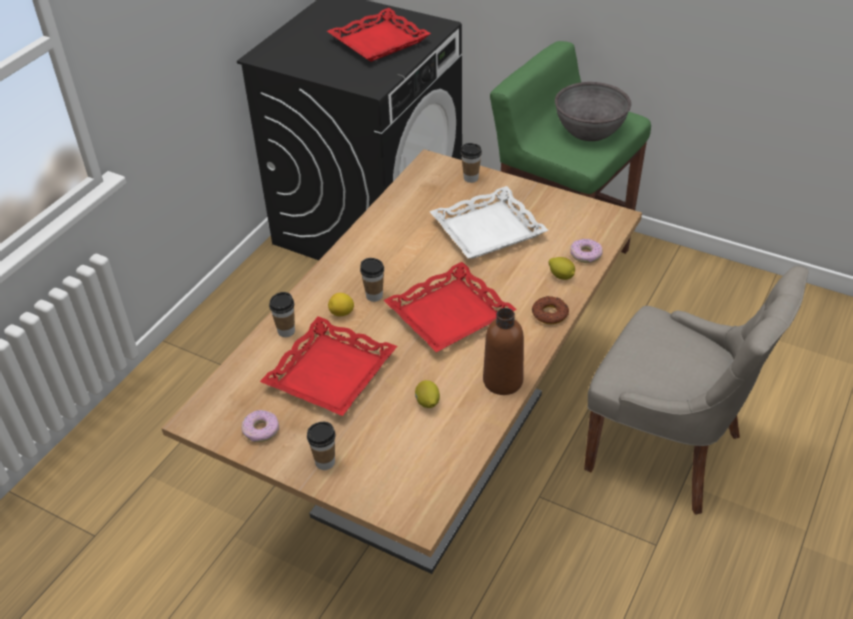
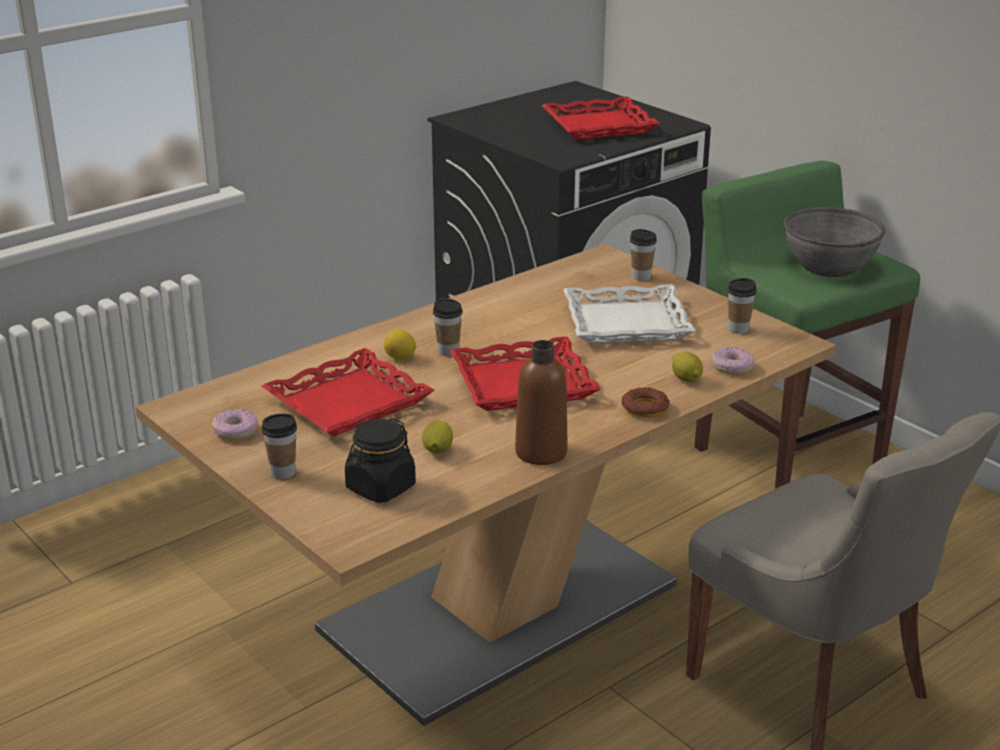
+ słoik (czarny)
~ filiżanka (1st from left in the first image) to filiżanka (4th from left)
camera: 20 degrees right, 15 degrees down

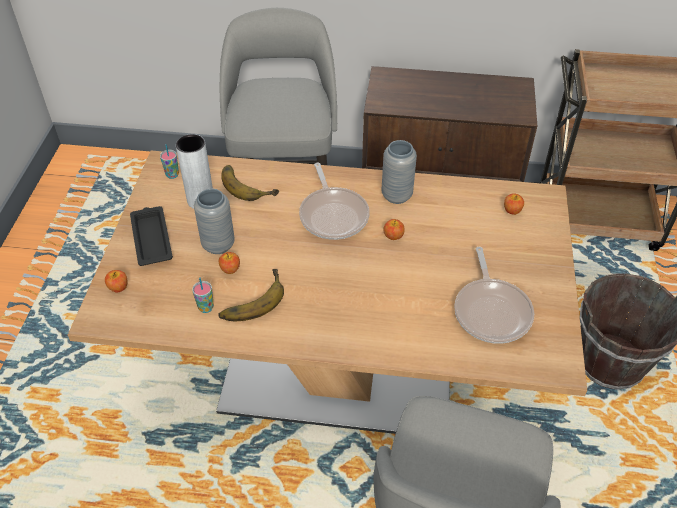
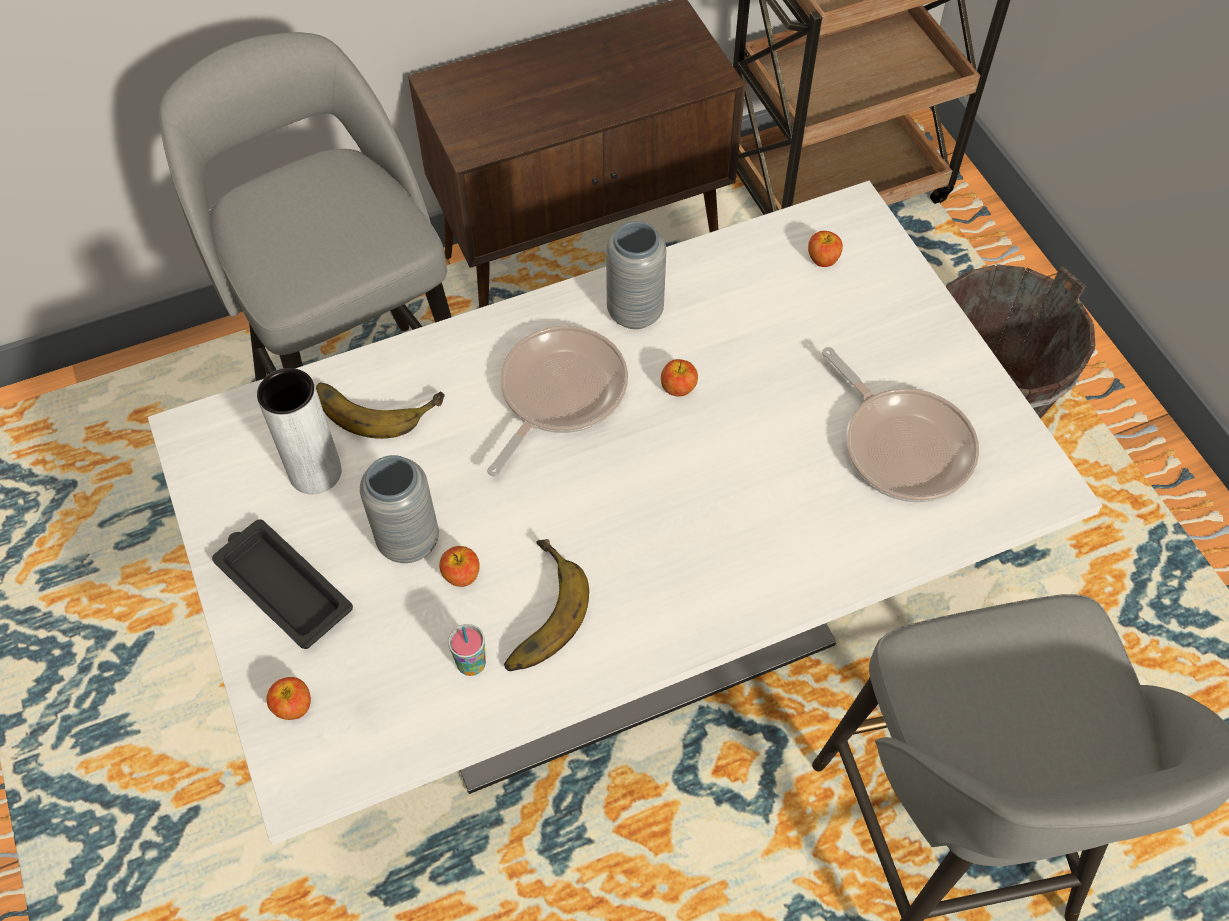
- filiżanka (1st from left)
~ stół jadalny (brązowy) to stół jadalny (biały)
~ patelnia (1st from left) 105 degrees counterclockwise
camera: 30 degrees left, 10 degrees up

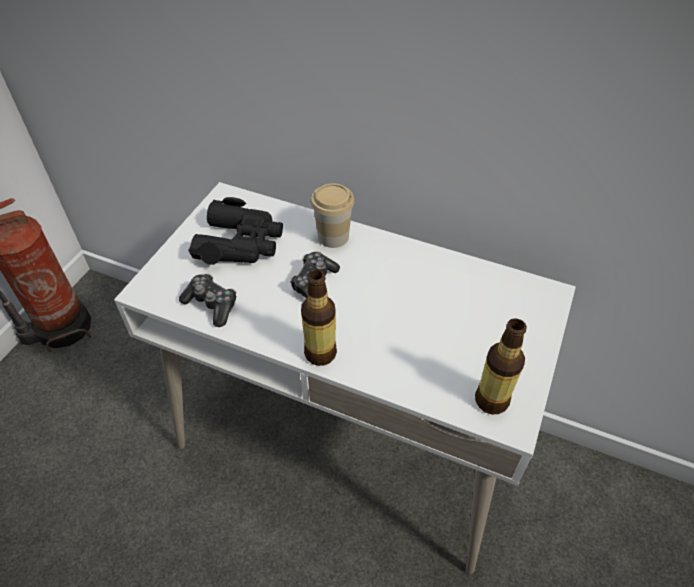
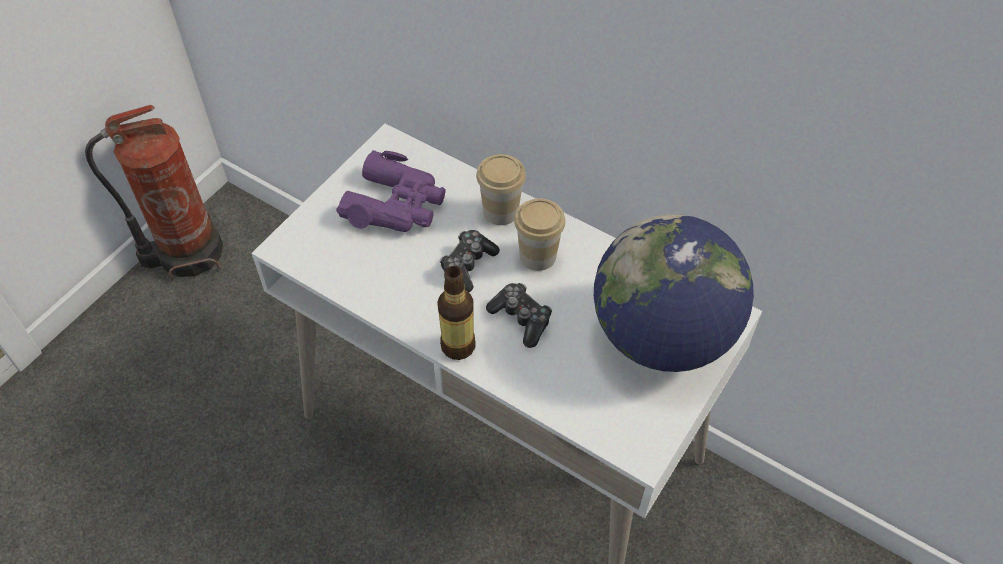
- butelka (2nd from left)
+ filiżanka (2nd from left)
+ globus
~ pad do gier (1st from left in the first image) to pad do gier (2nd from left)
~ lornetka (czarny) to lornetka (fioletowy)
camera: 10 degrees right, 5 degrees up

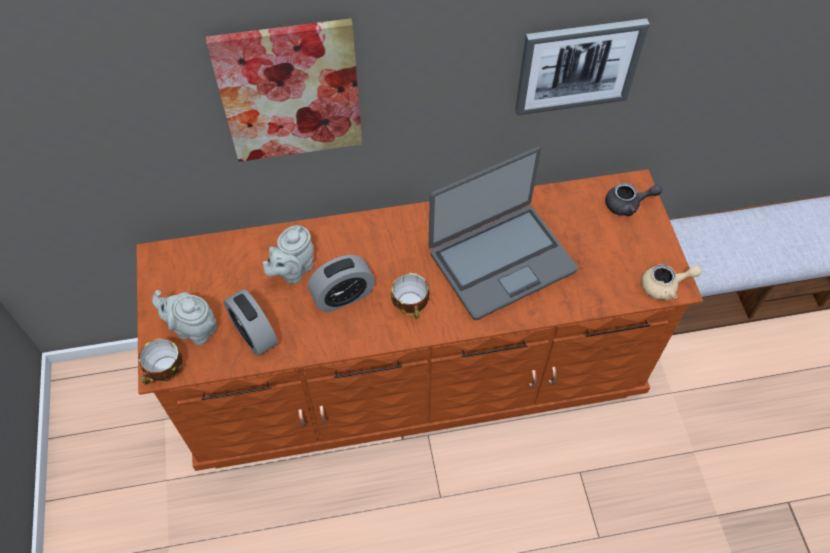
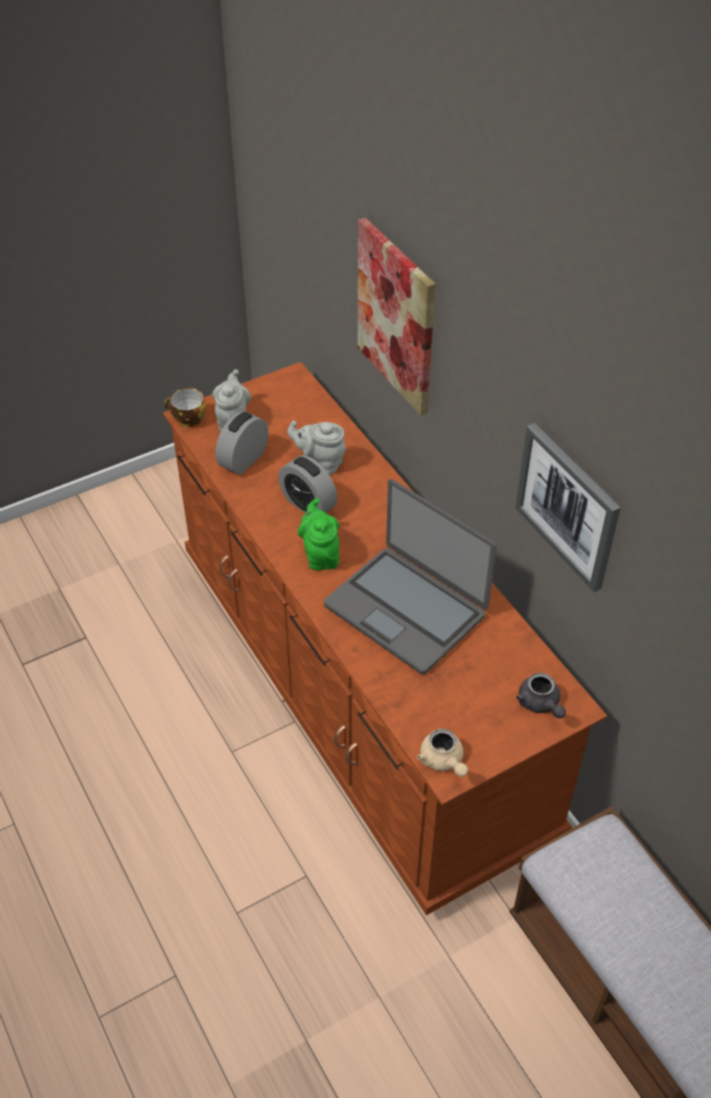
~ filiżanka (2nd from left) to imbryk (zielony)
camera: 70 degrees right, 10 degrees down

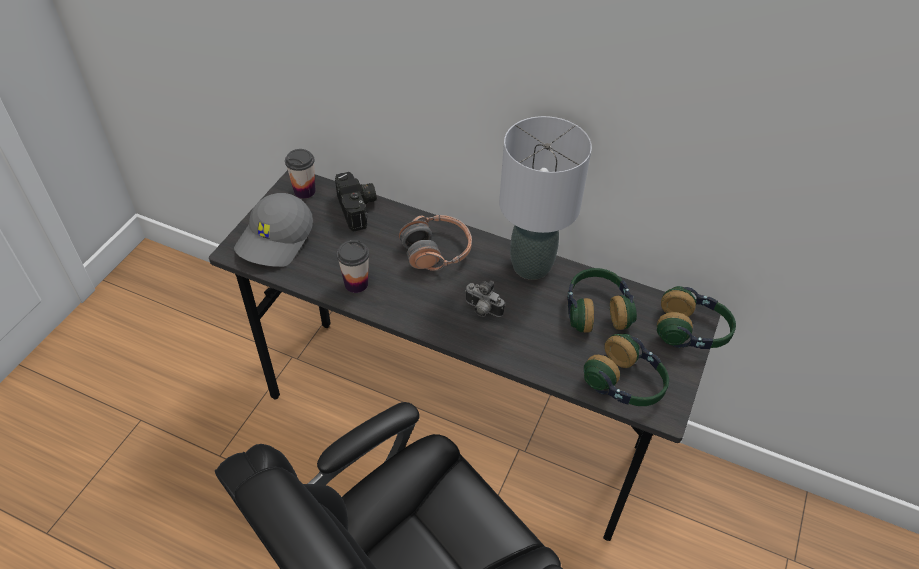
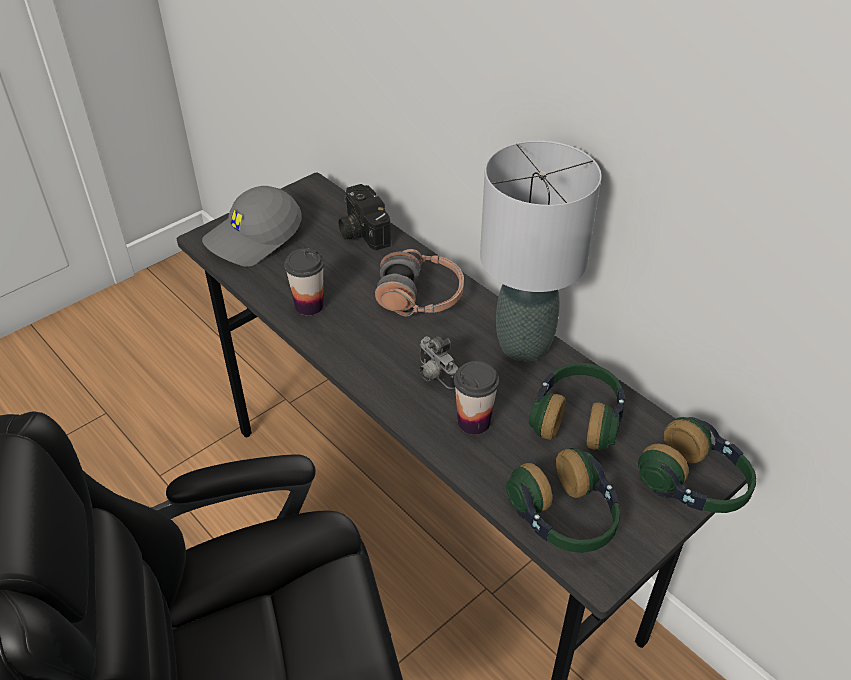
~ filiżanka (1st from left in the first image) to filiżanka (2nd from left)
~ aparat fotograficzny (1st from left) 150 degrees clockwise
camera: 25 degrees right, 5 degrees down

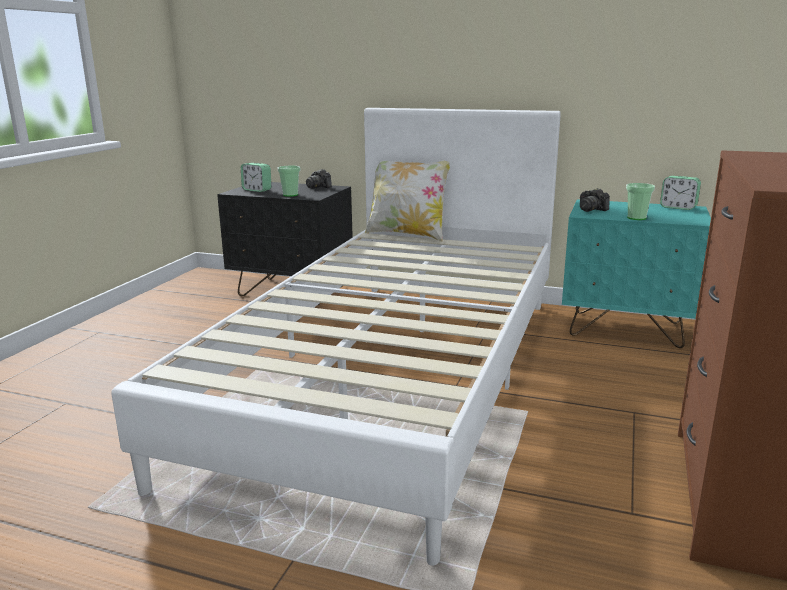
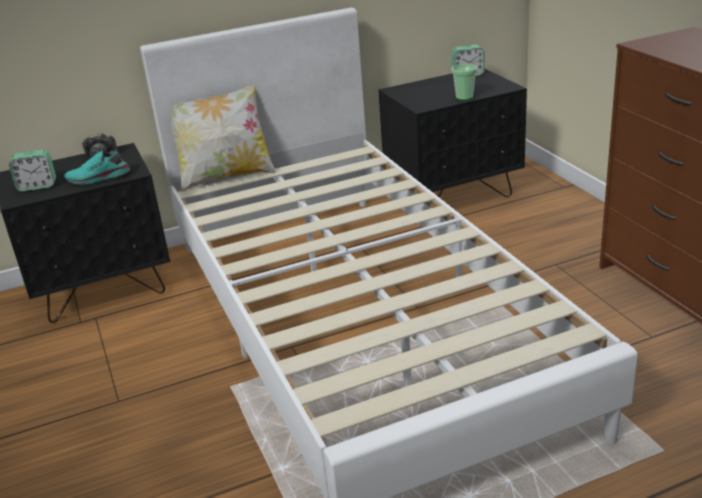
- aparat fotograficzny (2nd from left)
~ filiżanka (1st from left) to but (turkusowy)
~ szafka nocna (turkusowy) to szafka nocna (czarny) (2nd from left)
camera: 40 degrees left, 10 degrees up

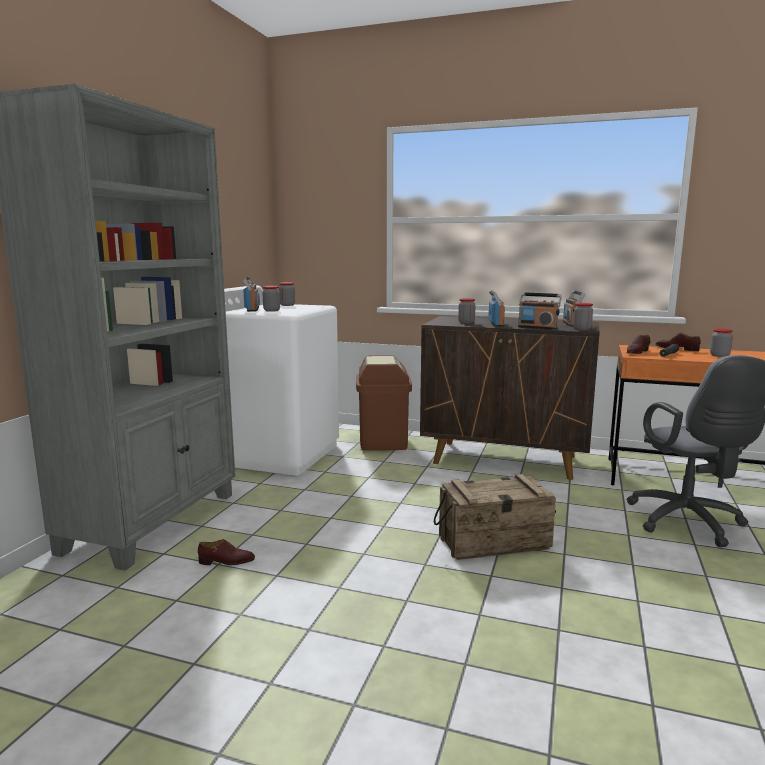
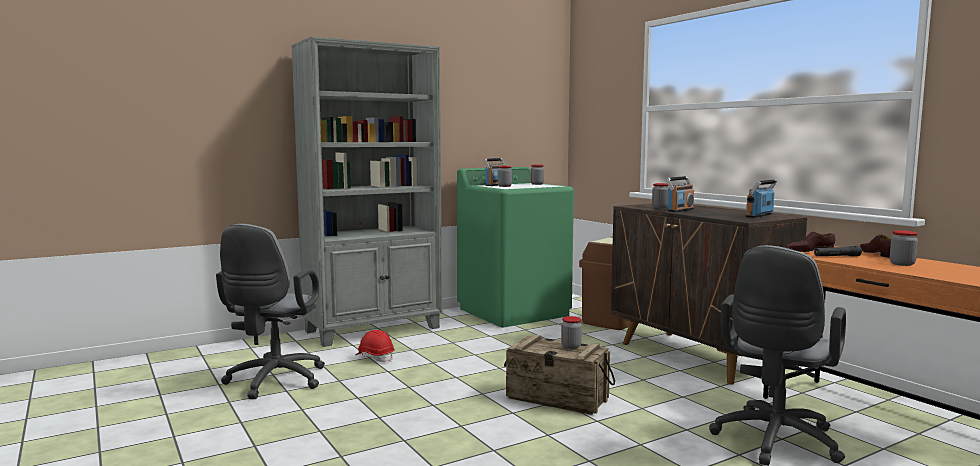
- radio (3rd from left)
+ krzesło biurowe (szary) (1st from left)
~ słoik (4th from left in the first image) to słoik (3rd from left)
~ but (brązowy) (1st from left) to kask (czerwony)
~ pralka (biały) to pralka (zielony)
camera: 40 degrees right, 5 degrees down

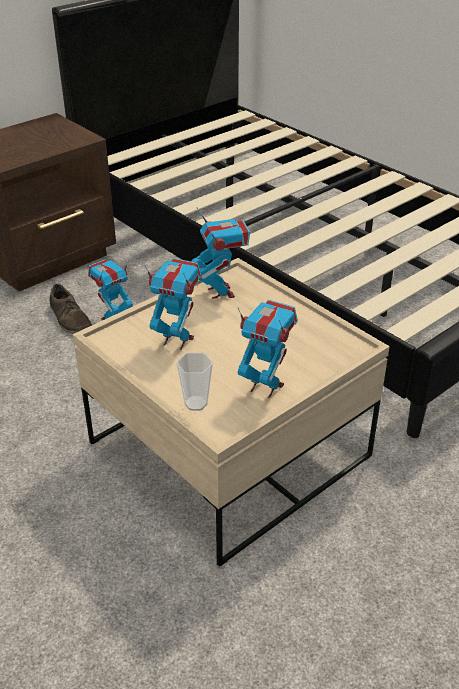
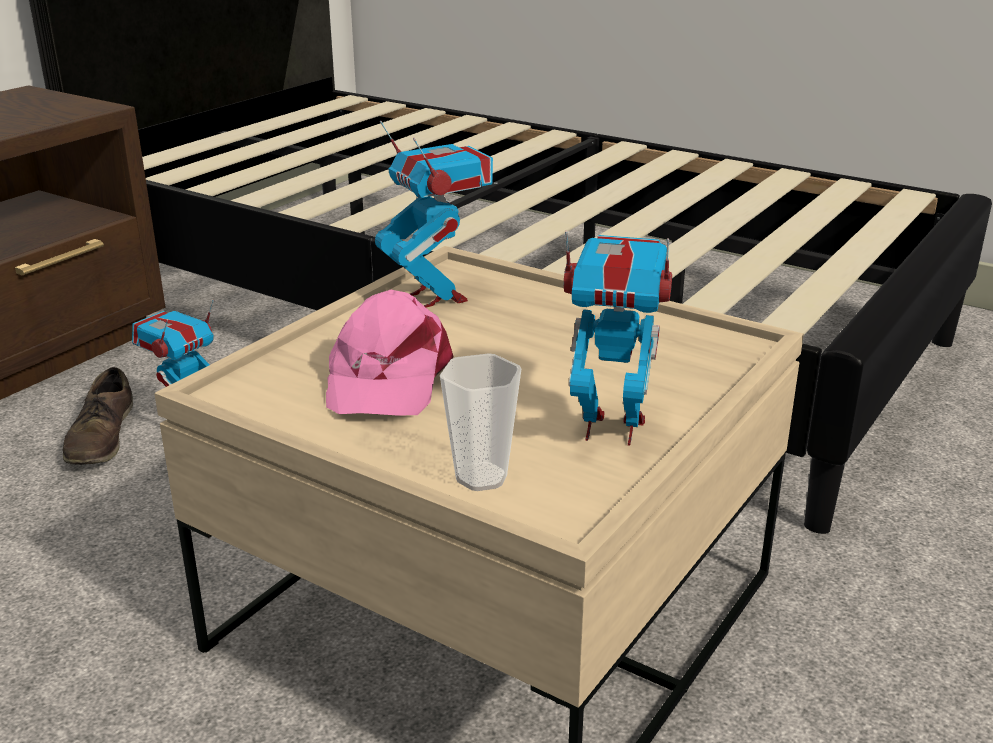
~ robot zabawkowy (2nd from left) to czapka z daszkiem (różowy)
~ but (brązowy) 45 degrees clockwise
camera: 15 degrees left, 10 degrees down

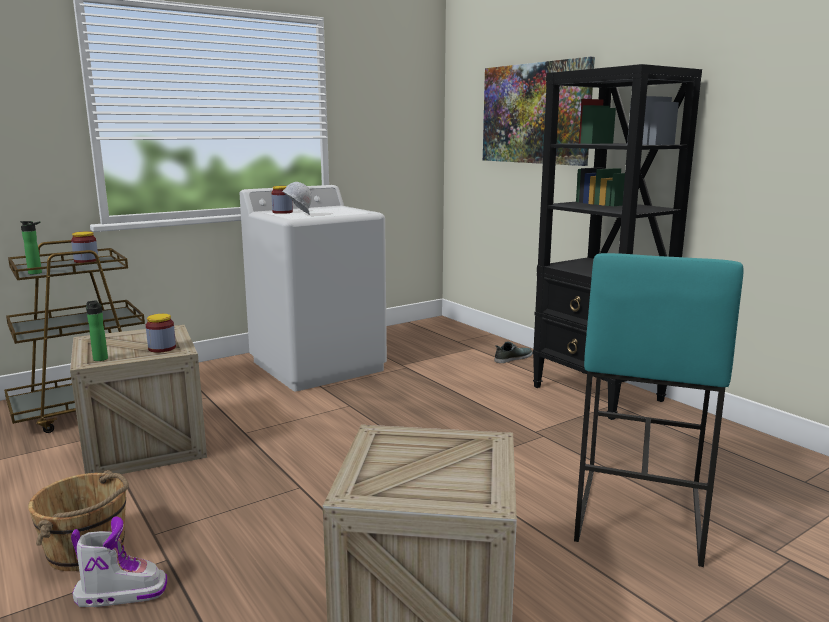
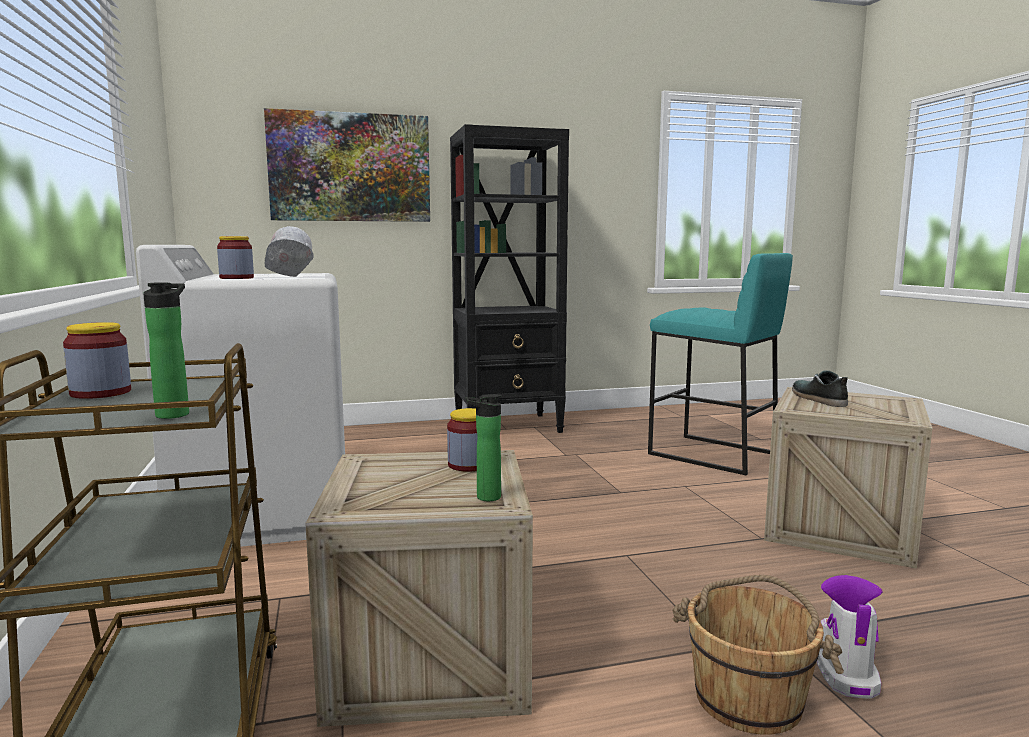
~ but
camera: 70 degrees left, 5 degrees down

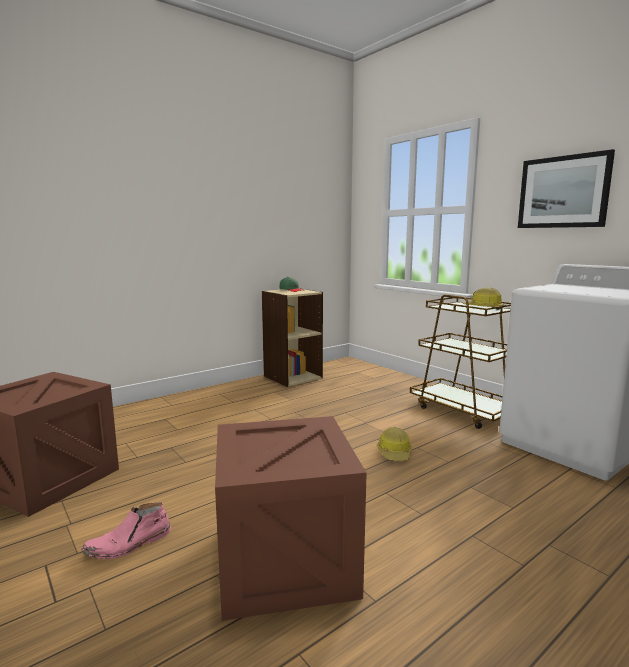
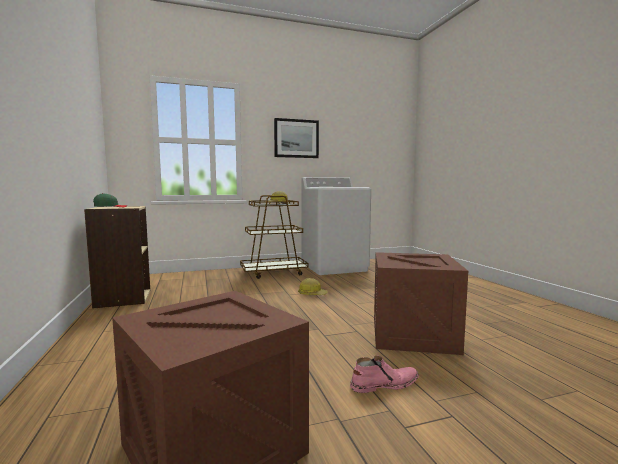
~ but z cholewką (różowy) 90 degrees counterclockwise
camera: 70 degrees left, 5 degrees down

